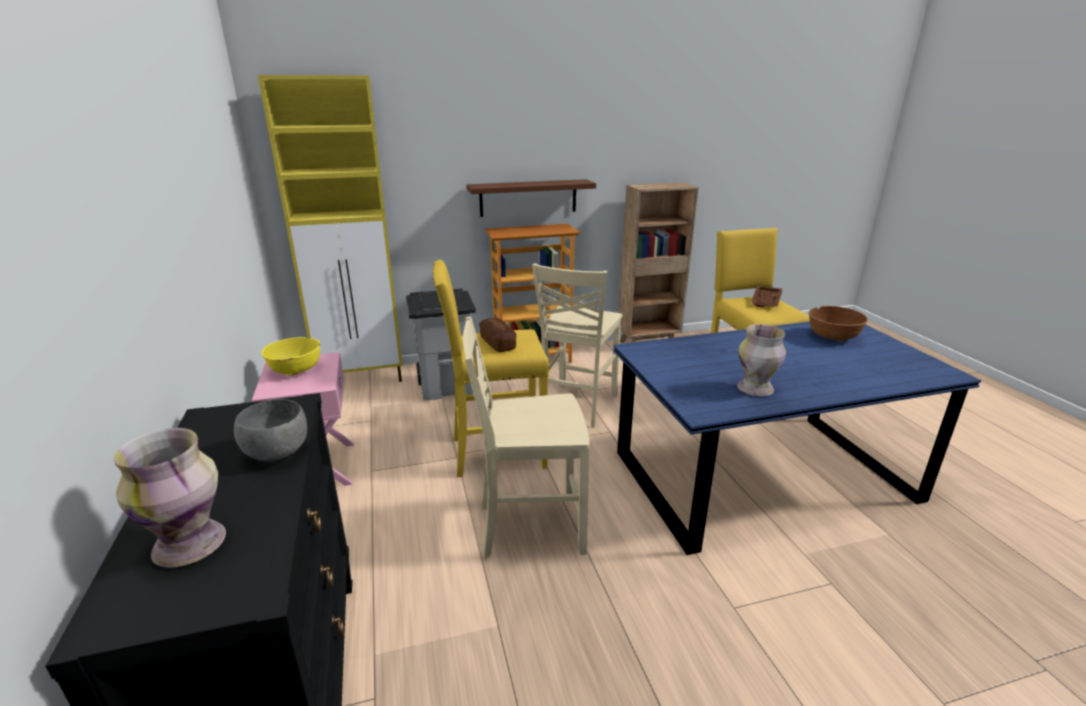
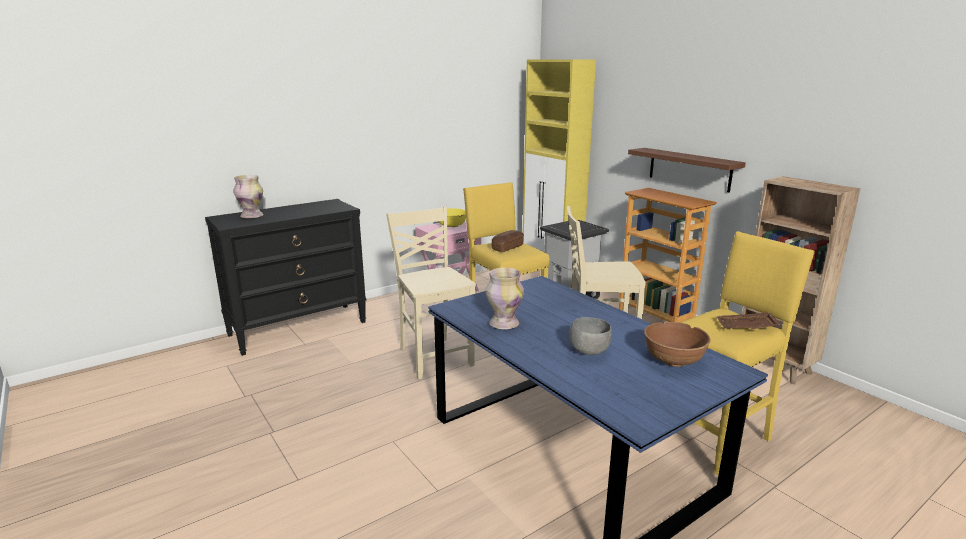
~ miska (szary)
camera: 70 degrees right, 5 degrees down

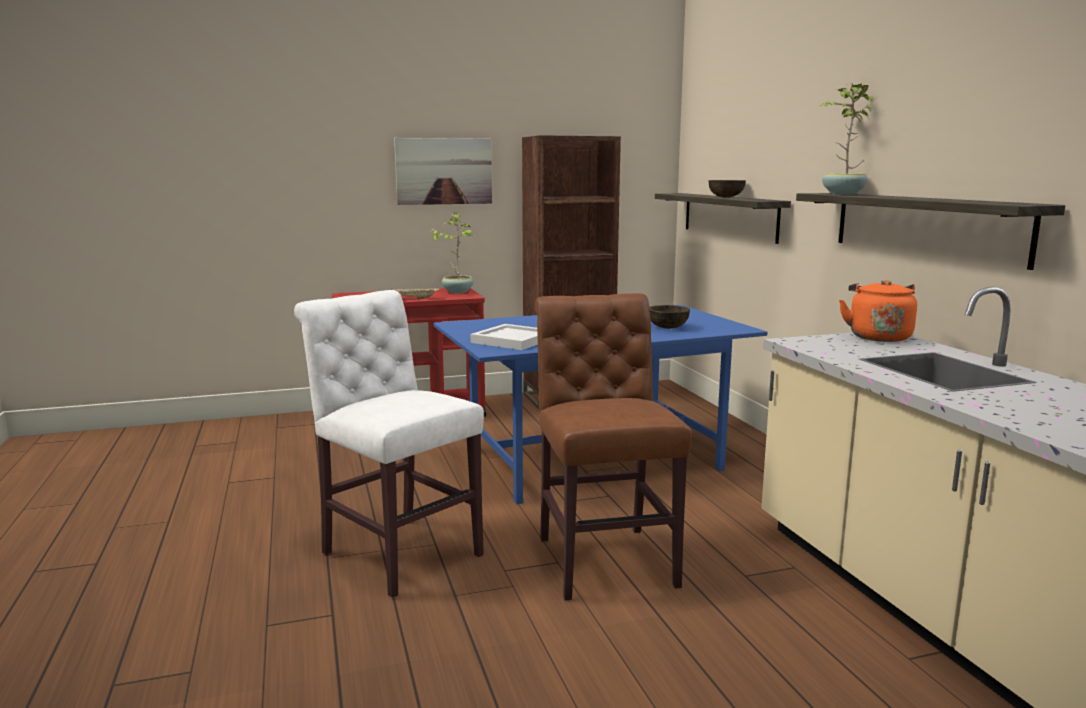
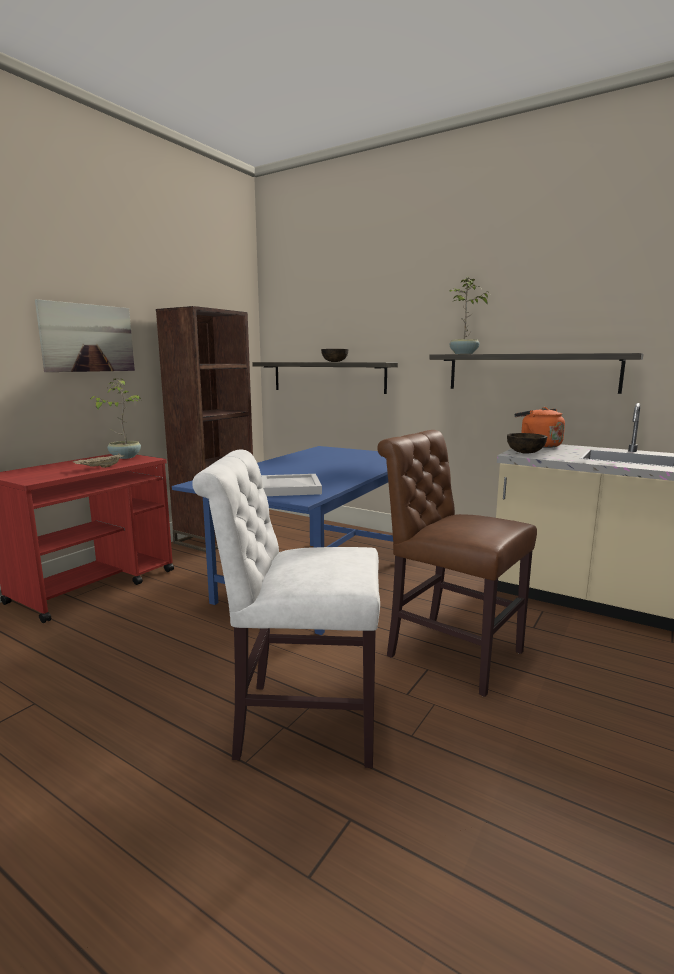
~ miska (brązowy) (1st from left in the first image) to miska (brązowy) (2nd from left)
camera: 40 degrees left, 0 degrees up

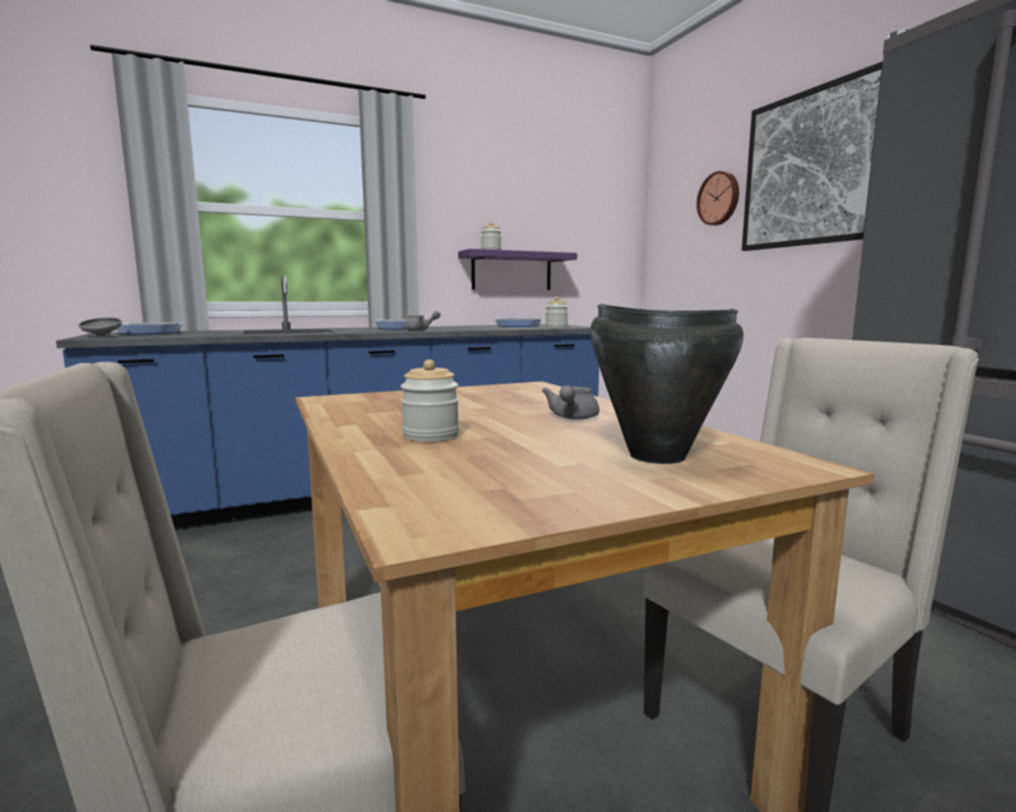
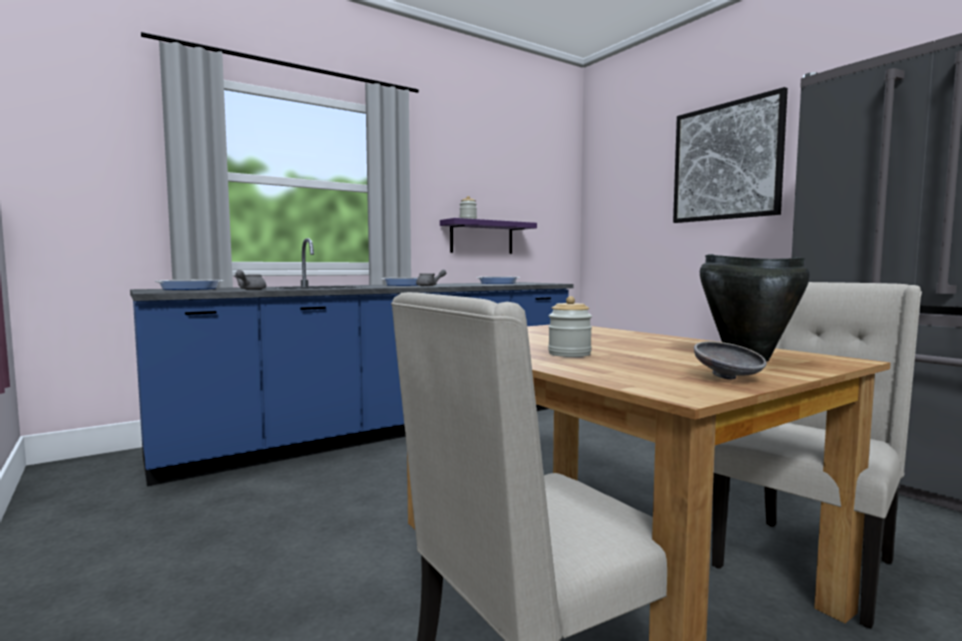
- słoik (3rd from left)
- zegar ścienny
~ miska (szary)
~ imbryk (szary) (2nd from left in the first image) to imbryk (szary) (1st from left)
camera: 10 degrees left, 5 degrees down

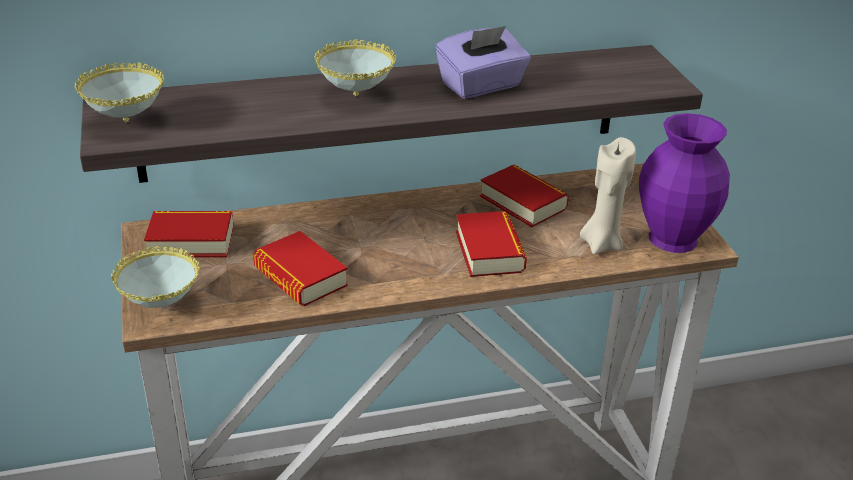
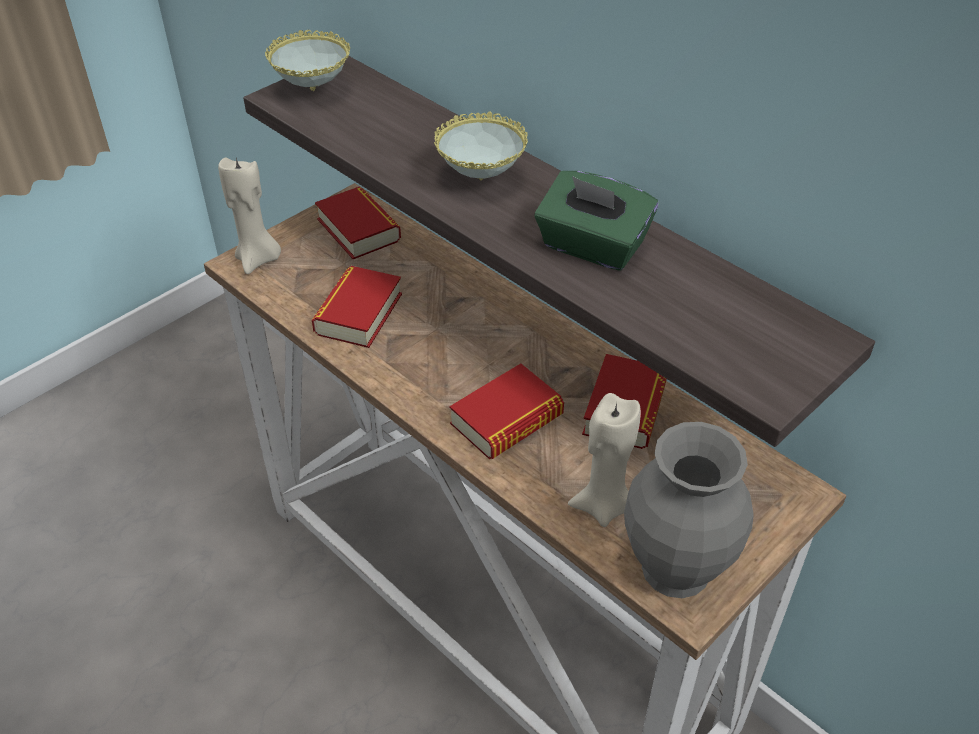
~ miska (2nd from left) to świeca (beżowy) (1st from left)
~ pudełko chusteczek (fioletowy) to pudełko chusteczek (zielony)
~ wazon (fioletowy) to wazon (szary)
camera: 60 degrees right, 10 degrees up

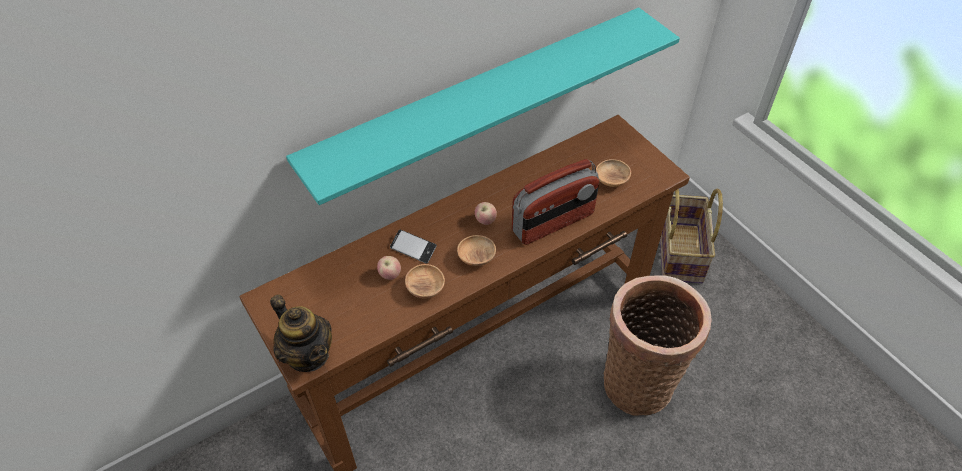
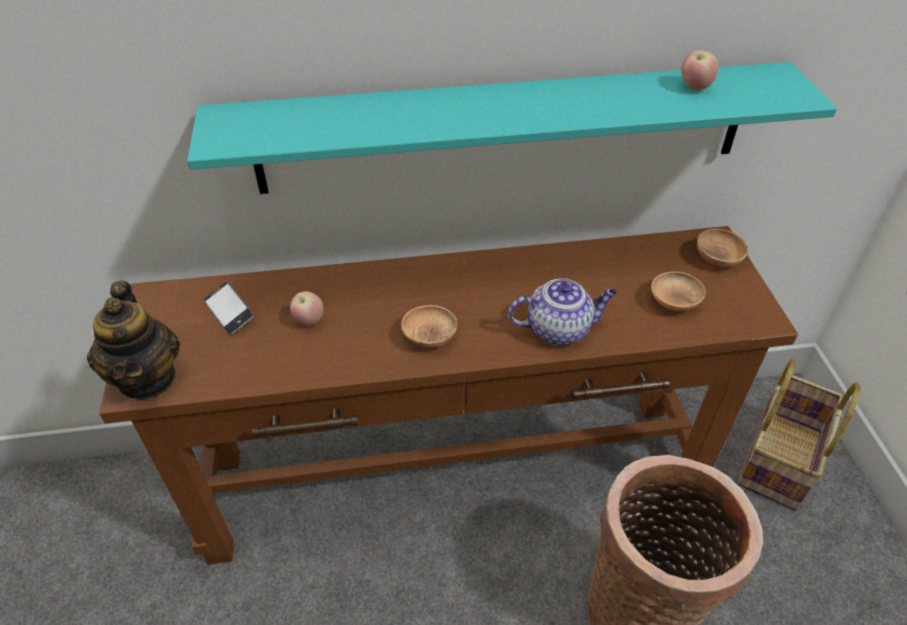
~ telefon
~ miska (brązowy) (1st from left in the first image) to miska (brązowy) (3rd from left)
~ jabłko (2nd from left)
~ radio to imbryk (2nd from left)
camera: 25 degrees right, 5 degrees down

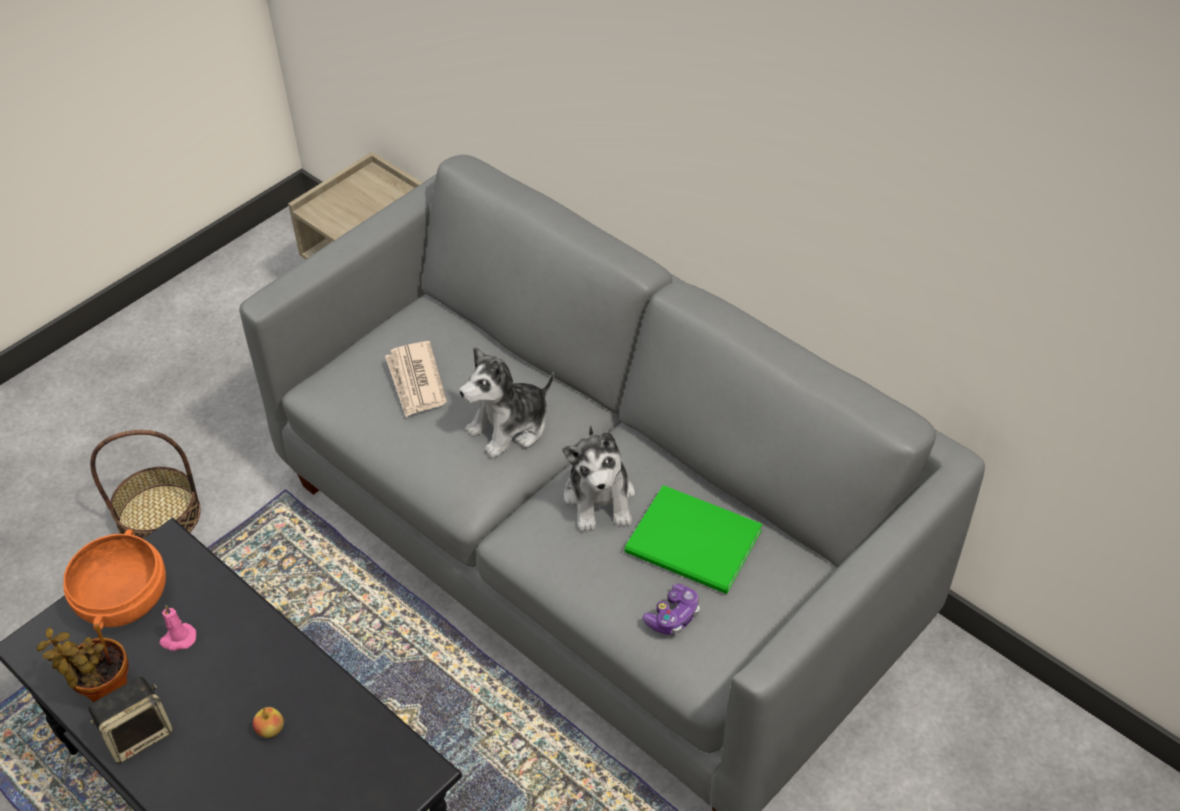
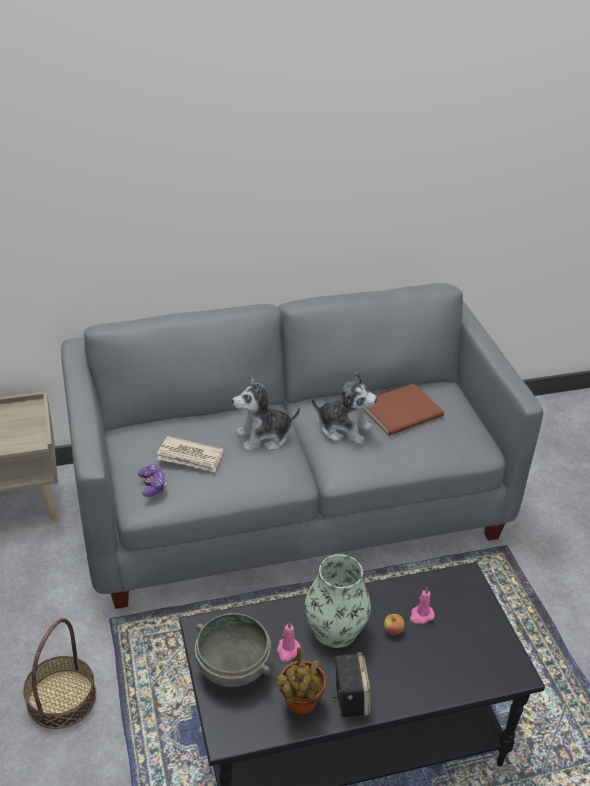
+ wazon
+ świeca (różowy) (2nd from left)
~ pad do gier
~ miska (pomarańczowy) to miska (szary)
~ książka (zielony) to książka (brązowy)
~ pluszak (1st from left) 75 degrees clockwise
camera: 60 degrees left, 10 degrees down

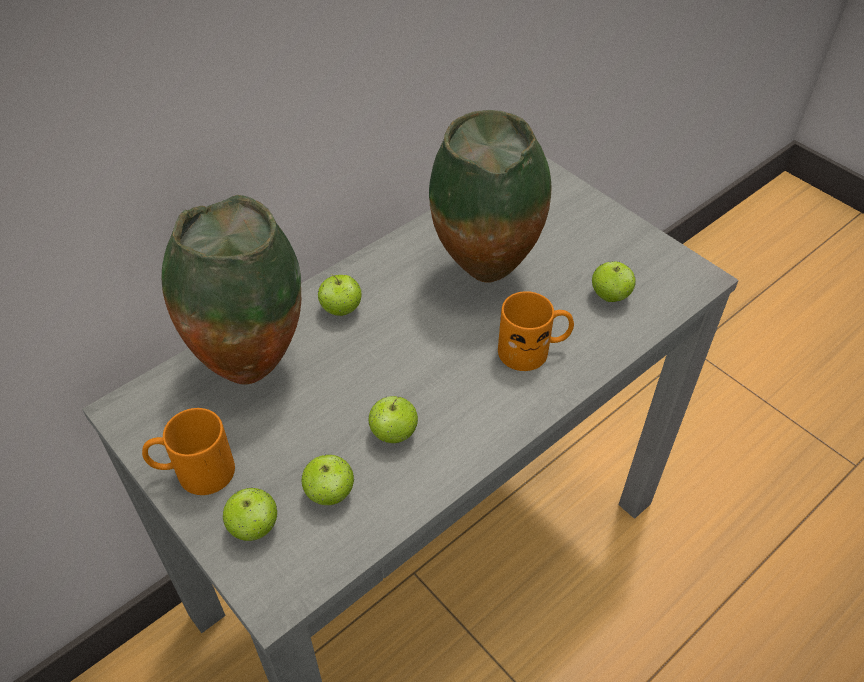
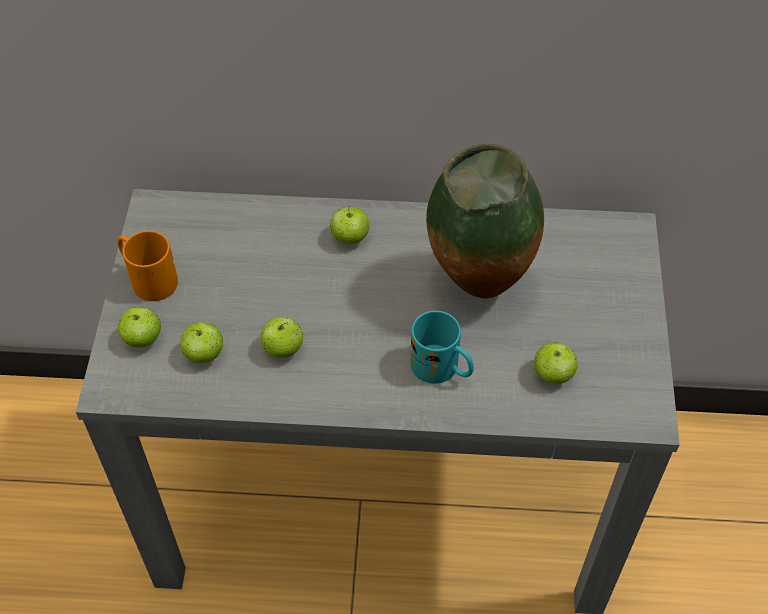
- wazon (1st from left)
~ kubek (pomarańczowy) (2nd from left) to kubek (turkusowy)
camera: 45 degrees right, 5 degrees up

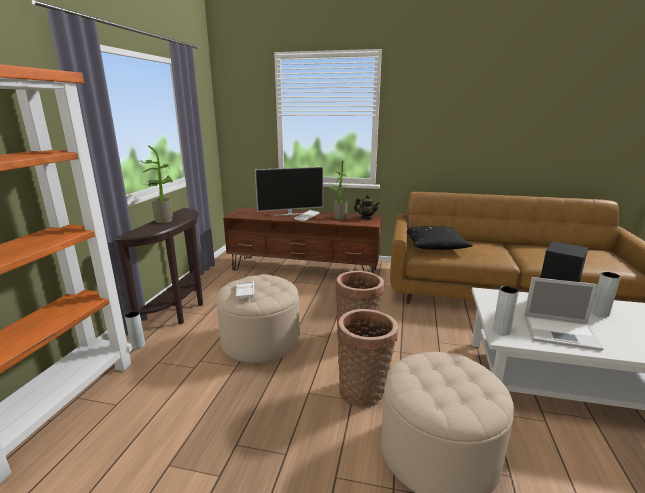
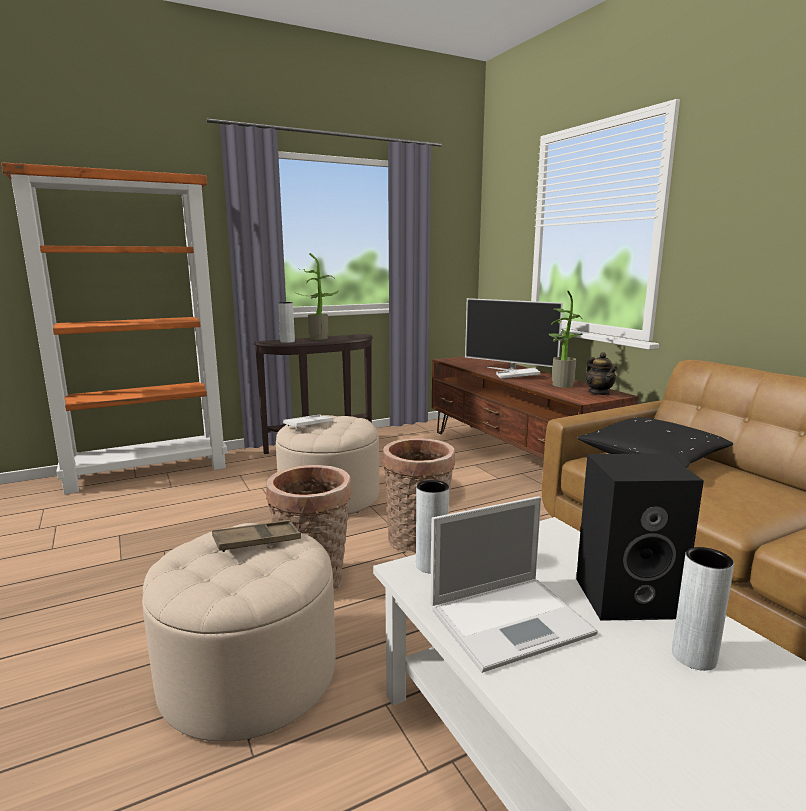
+ taca (brązowy)
~ wazon (szary) (1st from left)
~ laptop 90 degrees counterclockwise
camera: 50 degrees right, 5 degrees down

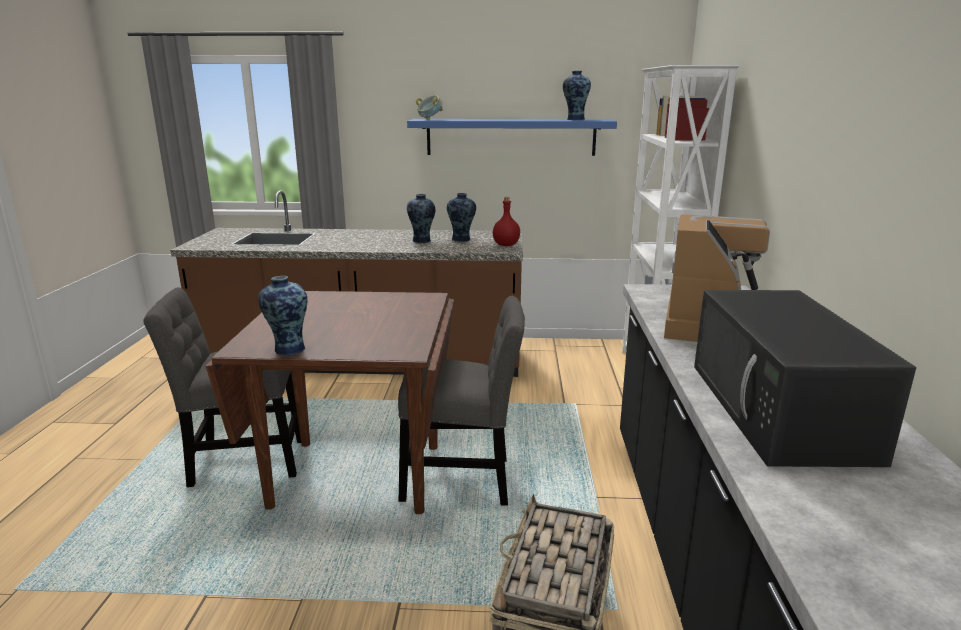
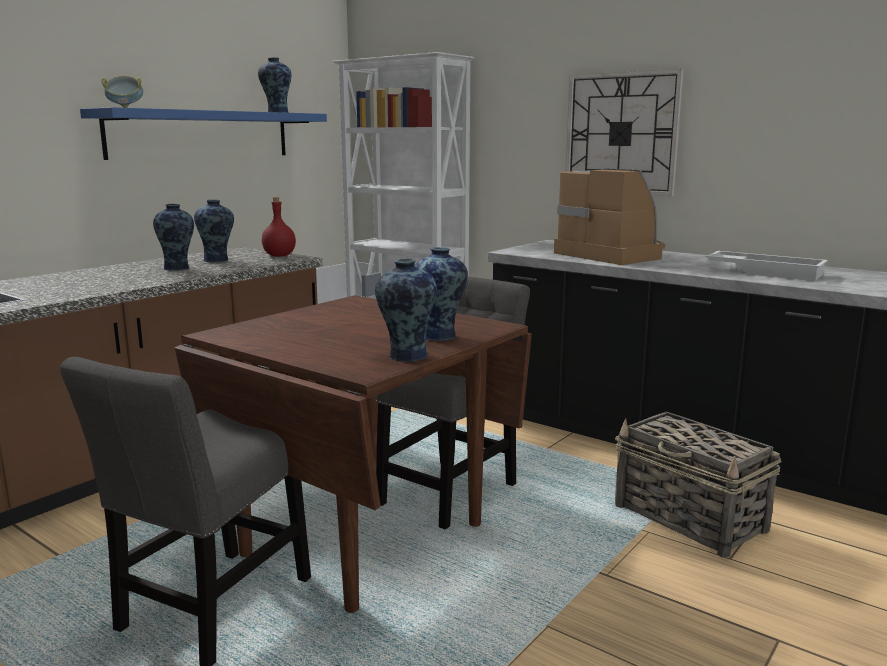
+ wazon (5th from left)
+ zegar ścienny
~ mikrofalówka (czarny) to taca (biały)
camera: 55 degrees left, 5 degrees down

